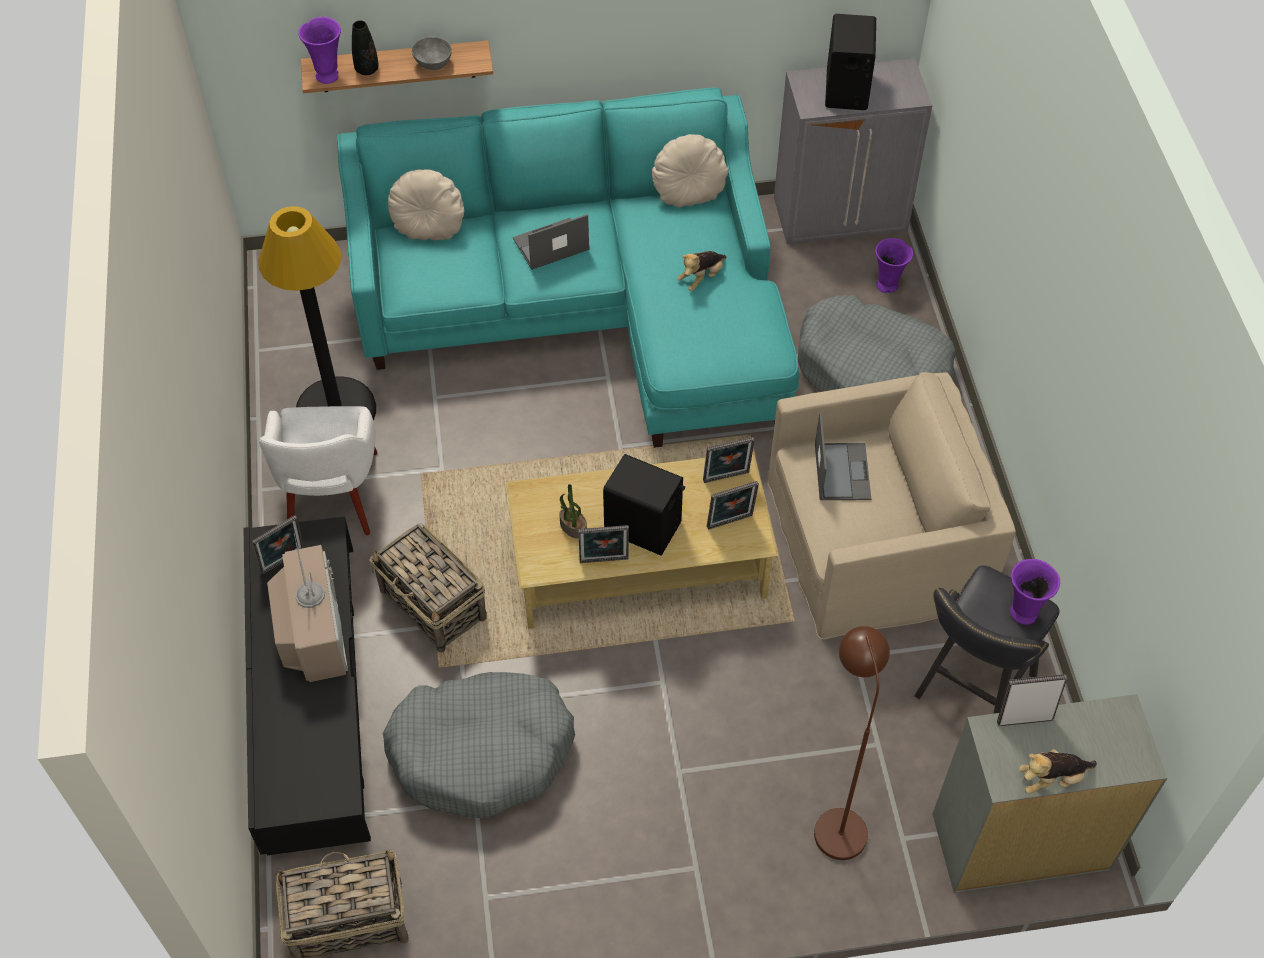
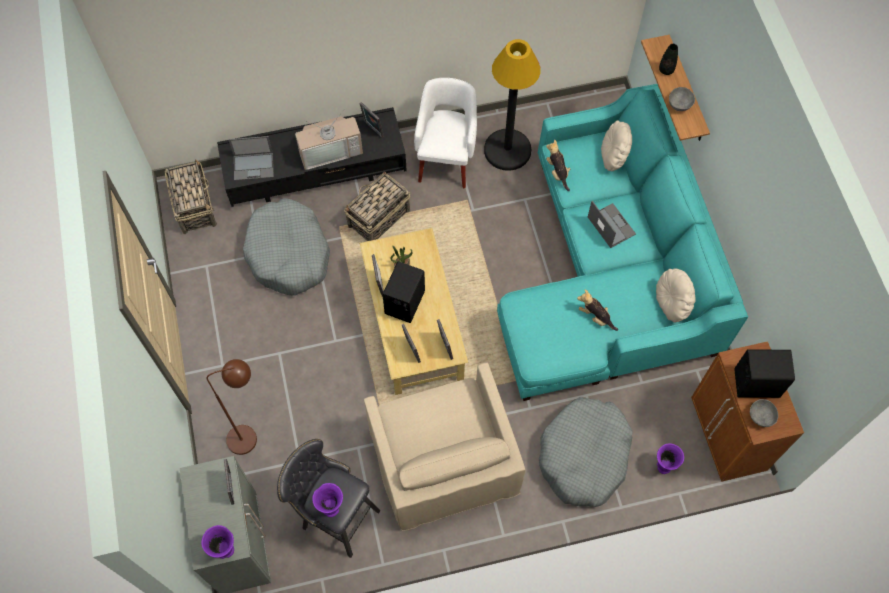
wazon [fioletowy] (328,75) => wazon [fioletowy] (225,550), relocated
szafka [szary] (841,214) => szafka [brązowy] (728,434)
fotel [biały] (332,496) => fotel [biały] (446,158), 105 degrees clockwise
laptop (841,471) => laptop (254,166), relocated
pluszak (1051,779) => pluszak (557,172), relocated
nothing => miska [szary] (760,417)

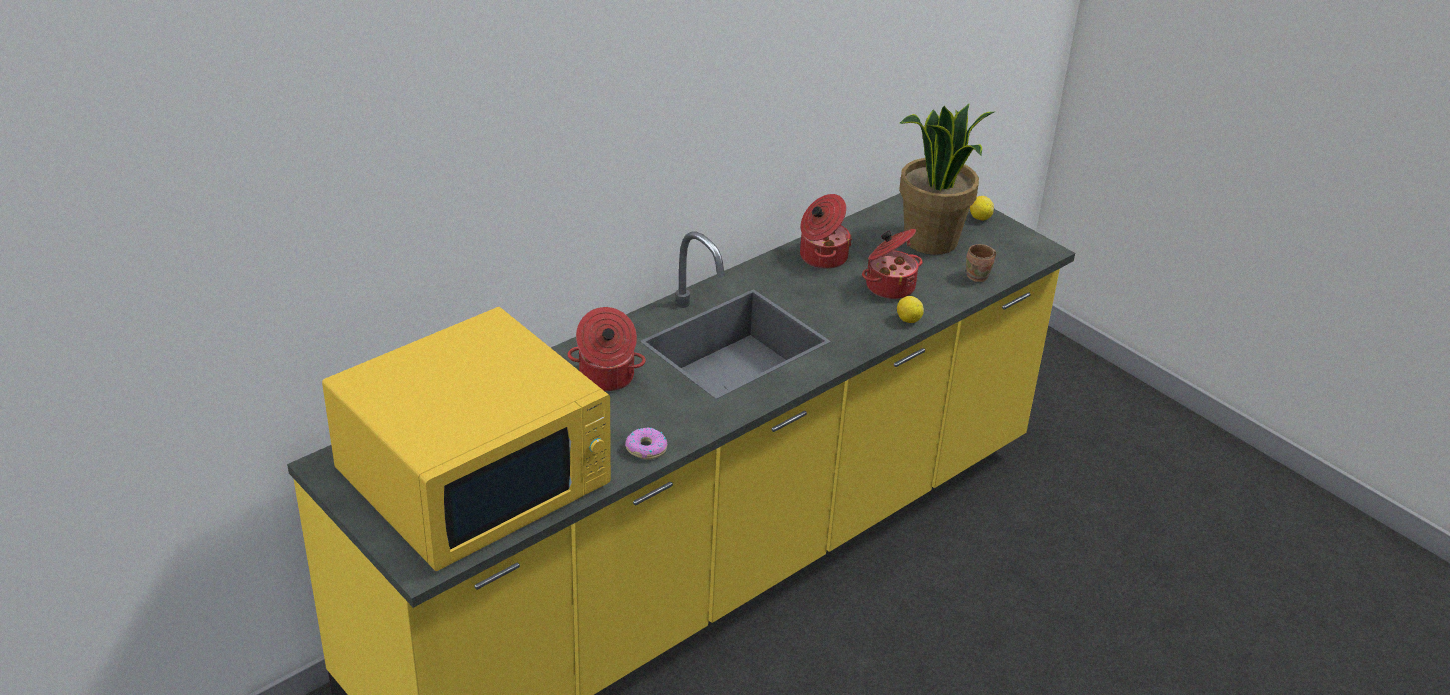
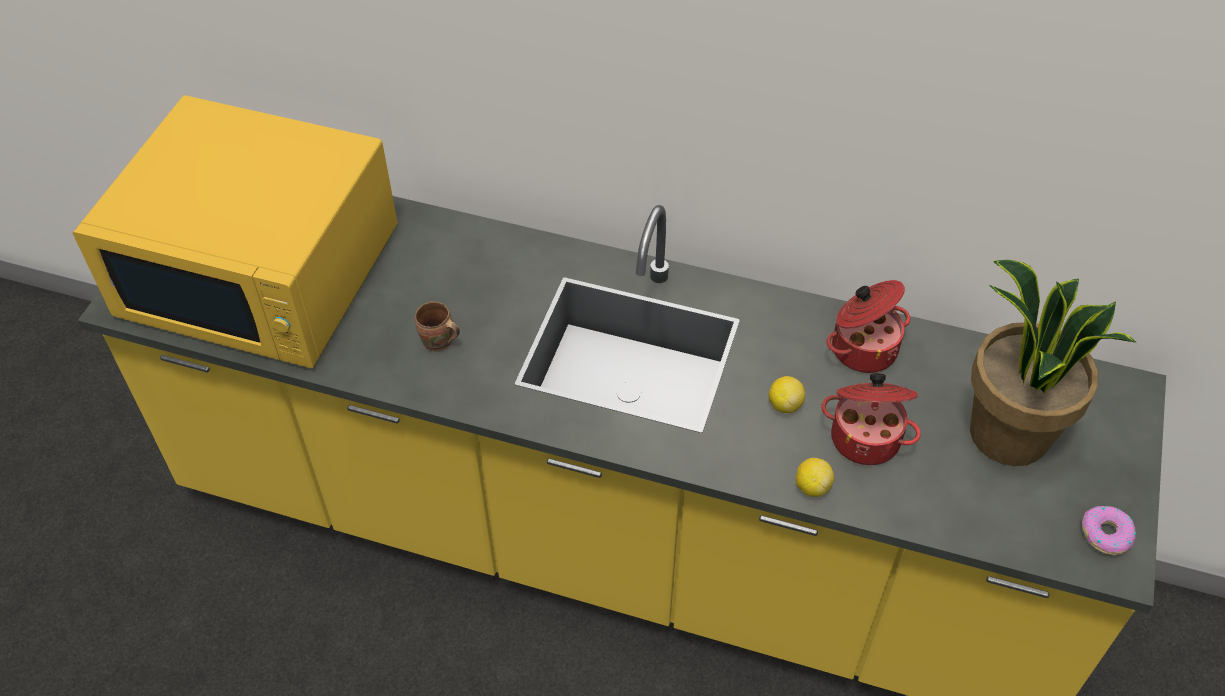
cytryna (980,218) => cytryna (784,404), relocated
kubek [brązowy] (979,277) => kubek [brązowy] (438,343), relocated
garnek (606,378) => nothing
donut (646,448) => donut (1106,534), relocated

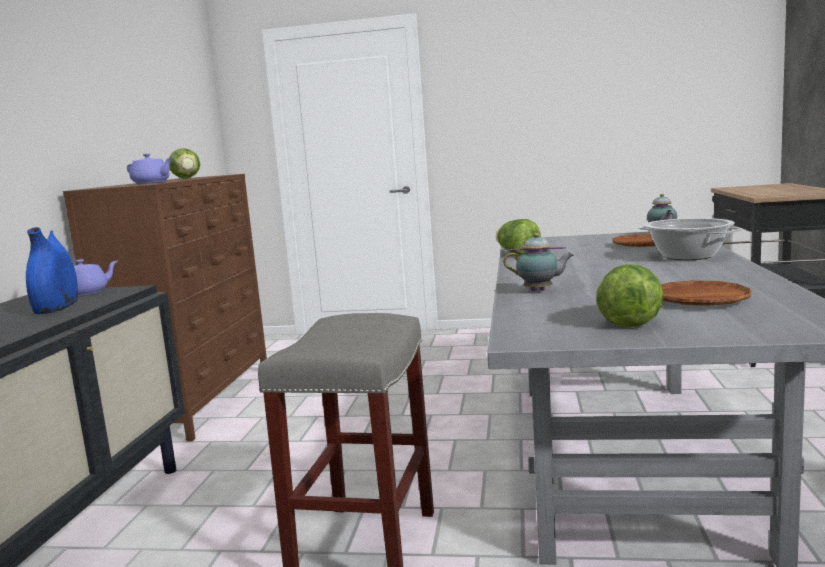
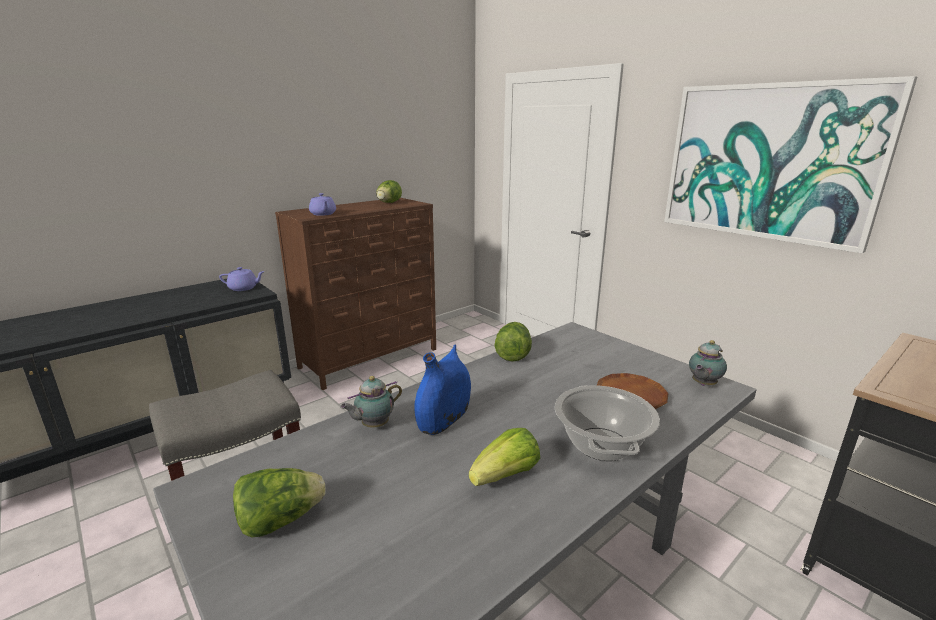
wazon [niebieski] (57,308) => wazon [niebieski] (444,419), relocated
imbryk (540,291) => imbryk (373,425), 90 degrees clockwise
talerz [brązowy] (700,300) => nothing
nothing => obraz (769,162)
nothing => sałata (506,476)

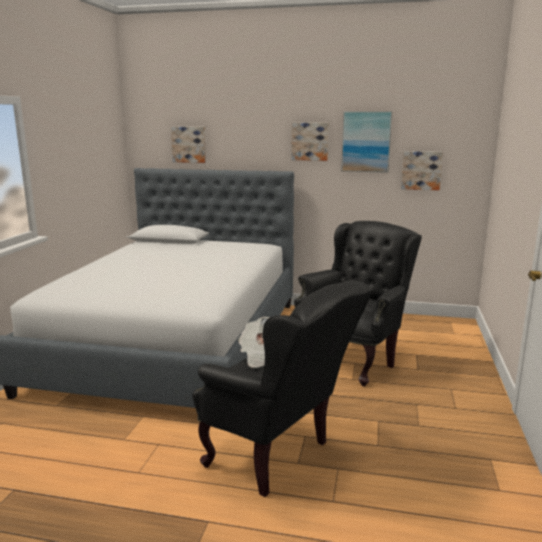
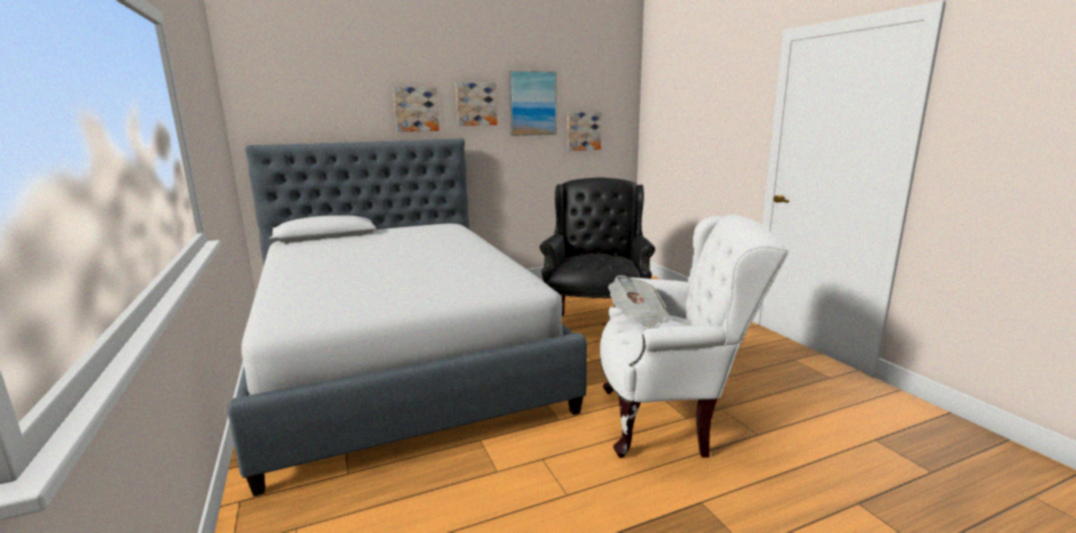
obraz (189,144) => obraz (415,109), relocated
fotel [czarny] (280,459) => fotel [biały] (669,421)

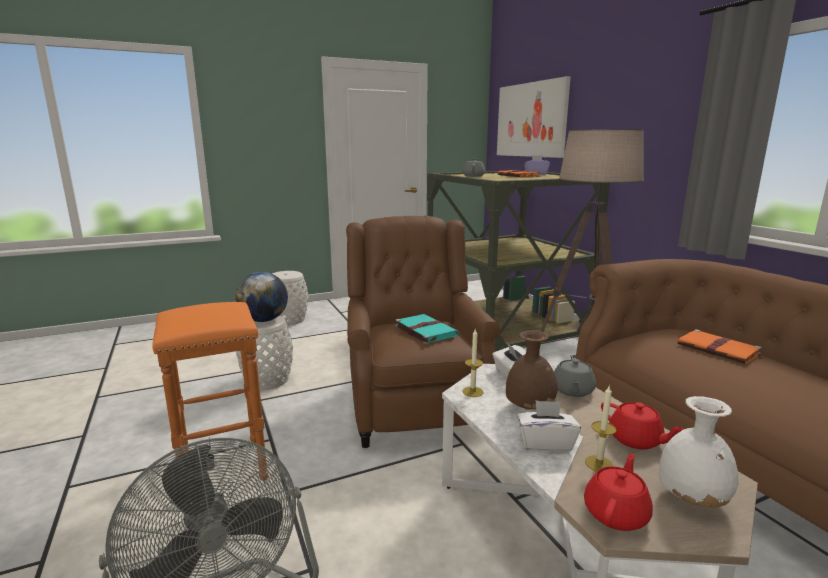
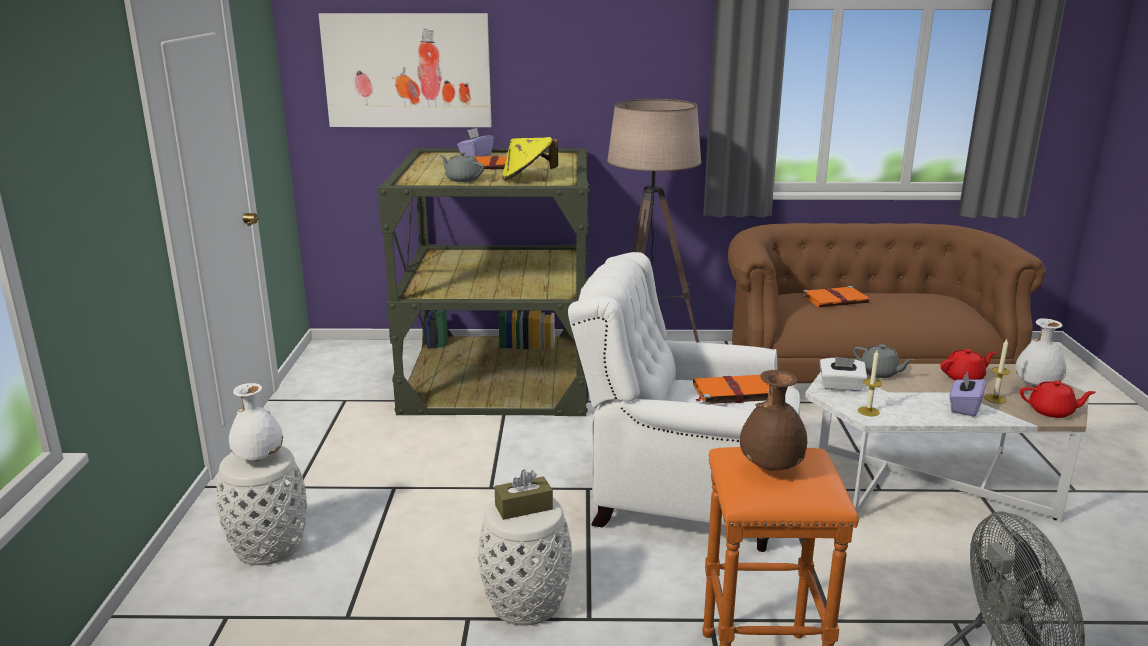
fotel [brązowy] (414,405) => fotel [biały] (685,496)
globus (264,320) => pudełko chusteczek [brązowy] (523,507)
książka [turkusowy] (425,330) => książka [pomarańczowy] (731,392)
wazon [brązowy] (530,407) => wazon [brązowy] (770,467), relocated
pudełko chusteczek [biały] (545,443) => pudełko chusteczek [fioletowy] (964,407)
imbryk [czerwony] (616,513) => imbryk [czerwony] (1052,411), 135 degrees clockwise
nothing => kapelusz [żółty] (528,178)
nothing => wazon [biały] (258,458)

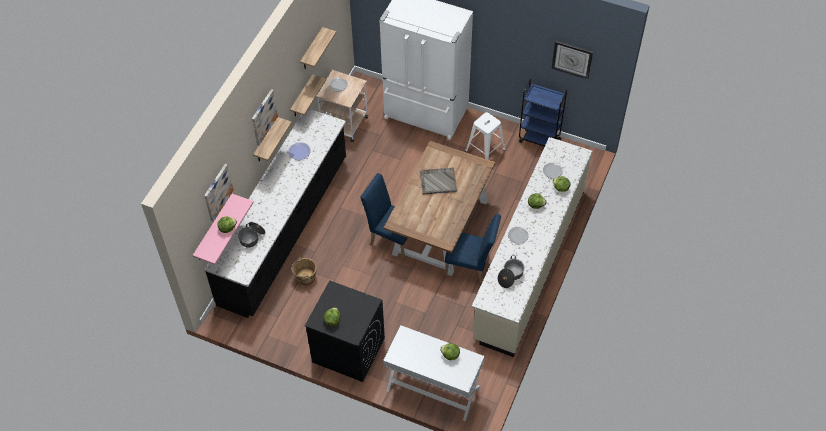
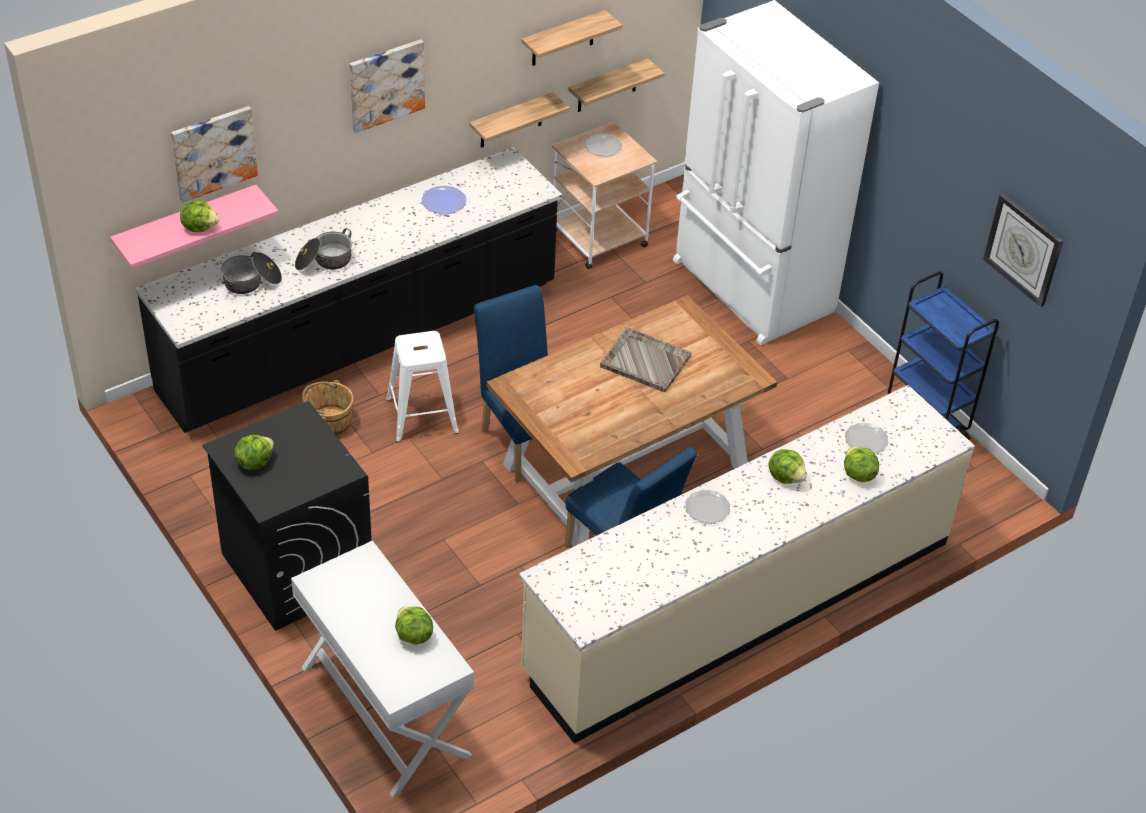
stołek [biały] (485,149) => stołek [biały] (422,415), relocated
półka (266,141) => półka (607,86), relocated
garnek (510,276) => garnek (324,261), relocated

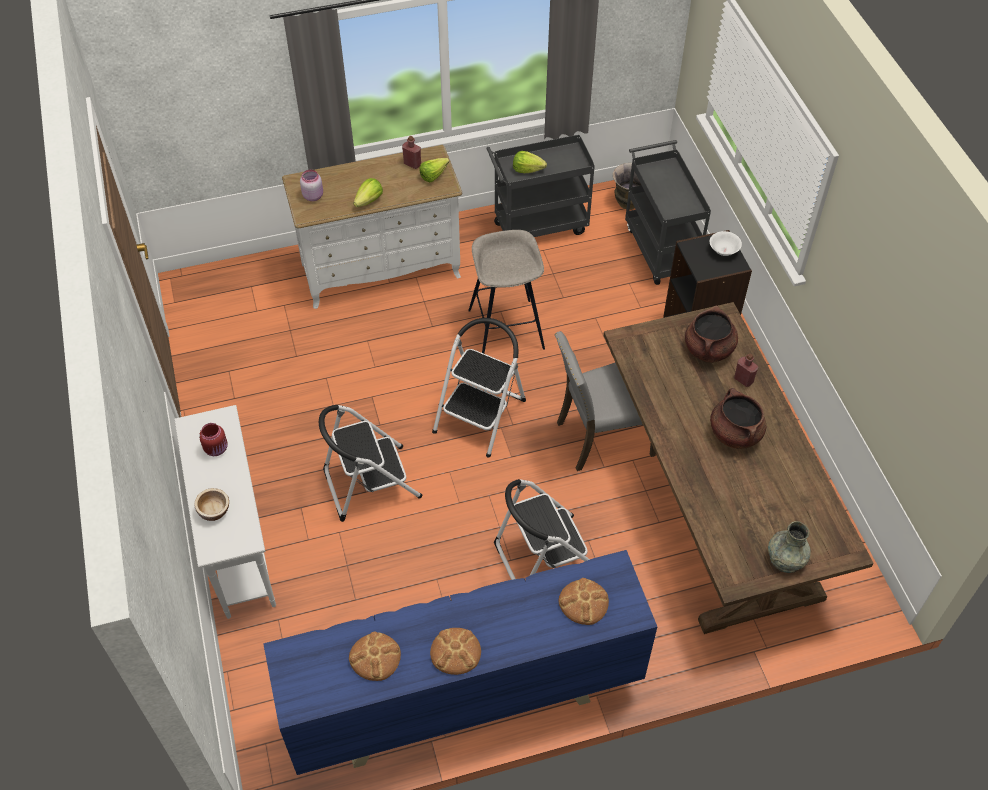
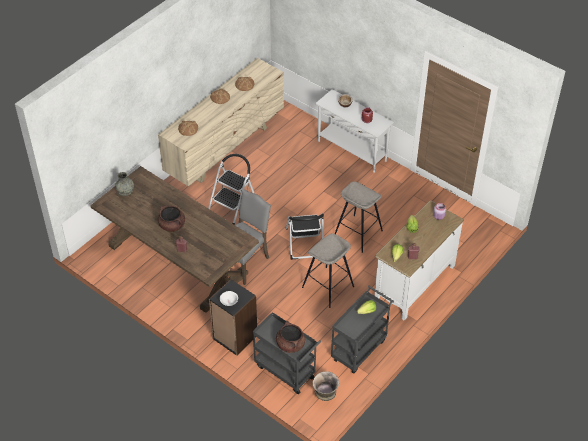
garnek [brązowy] (708,349) => garnek [brązowy] (290,344), relocated
drabinka (368,483) => nothing
szafka [niebieski] (463,703) => szafka [beżowy] (225,149)
nothing => stołek [szary] (357,233)

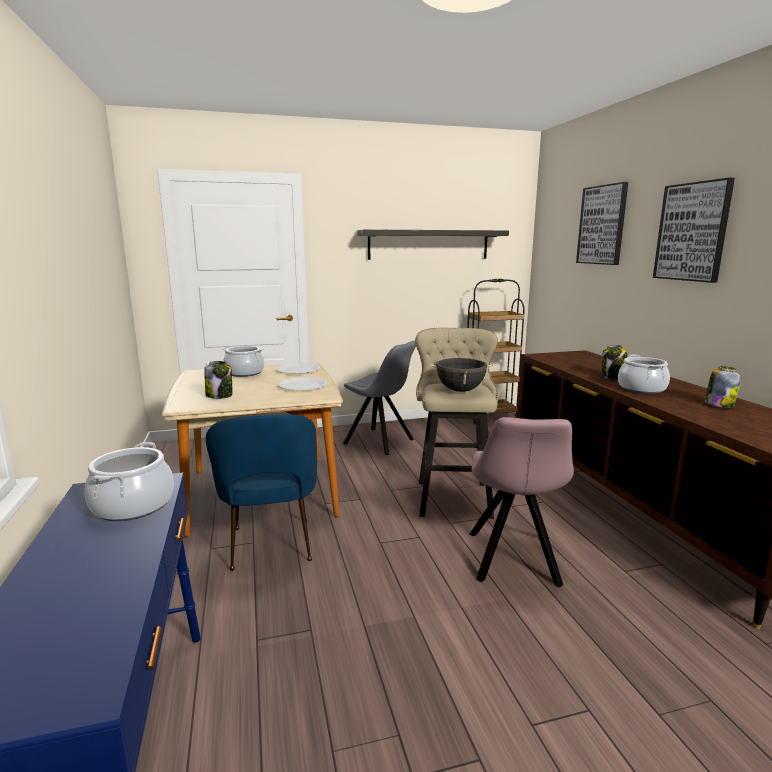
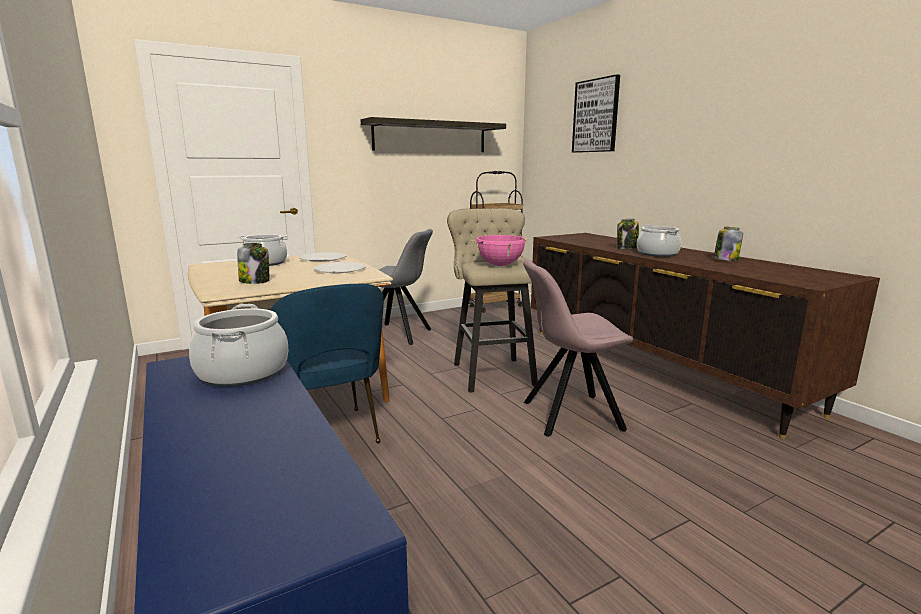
obraz (692,232) => nothing
garnek [czarny] (460,390) => garnek [różowy] (500,265)
krzesło [różowy] (513,559) => krzesło [różowy] (571,415), 90 degrees clockwise

